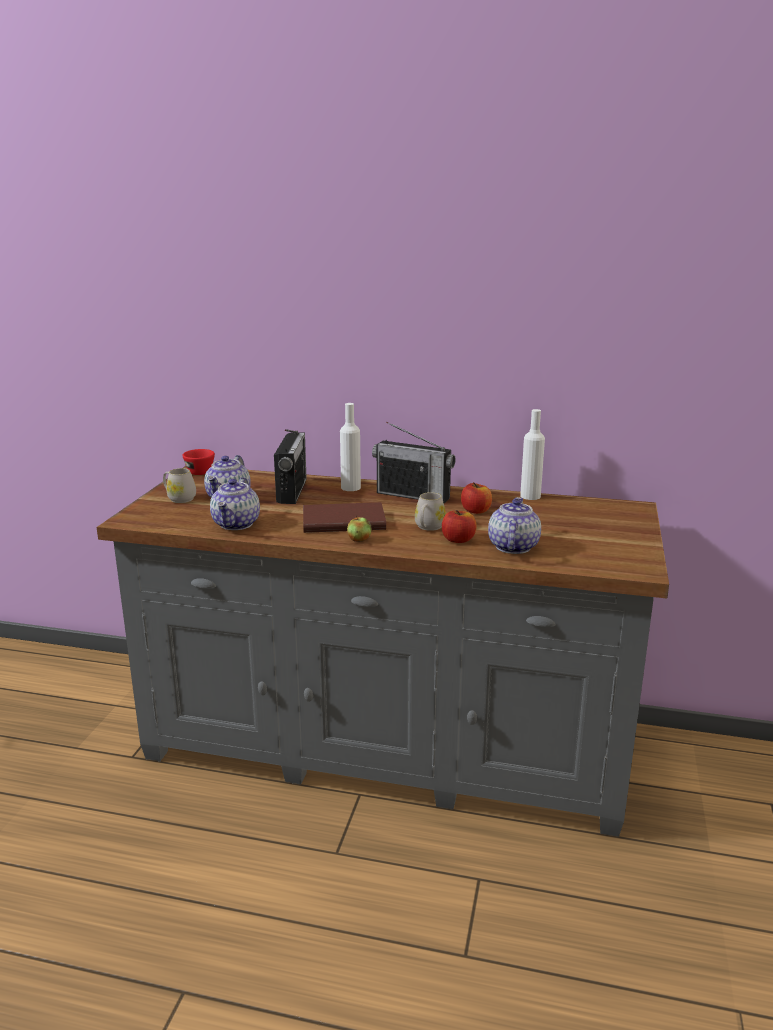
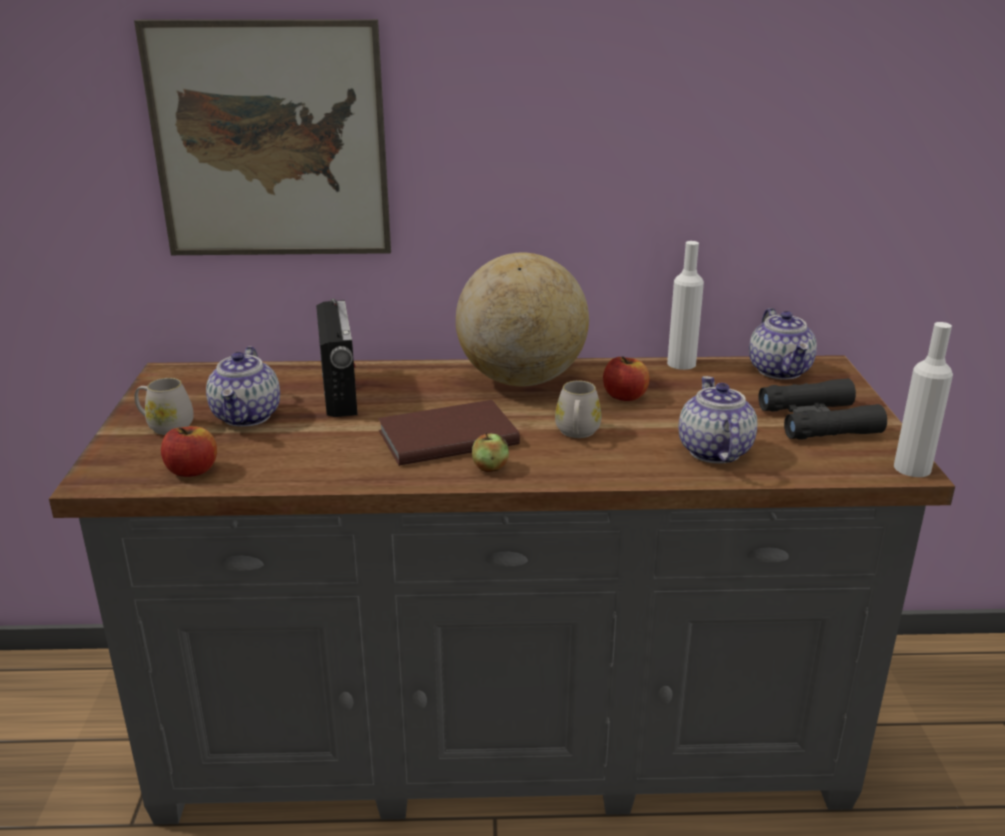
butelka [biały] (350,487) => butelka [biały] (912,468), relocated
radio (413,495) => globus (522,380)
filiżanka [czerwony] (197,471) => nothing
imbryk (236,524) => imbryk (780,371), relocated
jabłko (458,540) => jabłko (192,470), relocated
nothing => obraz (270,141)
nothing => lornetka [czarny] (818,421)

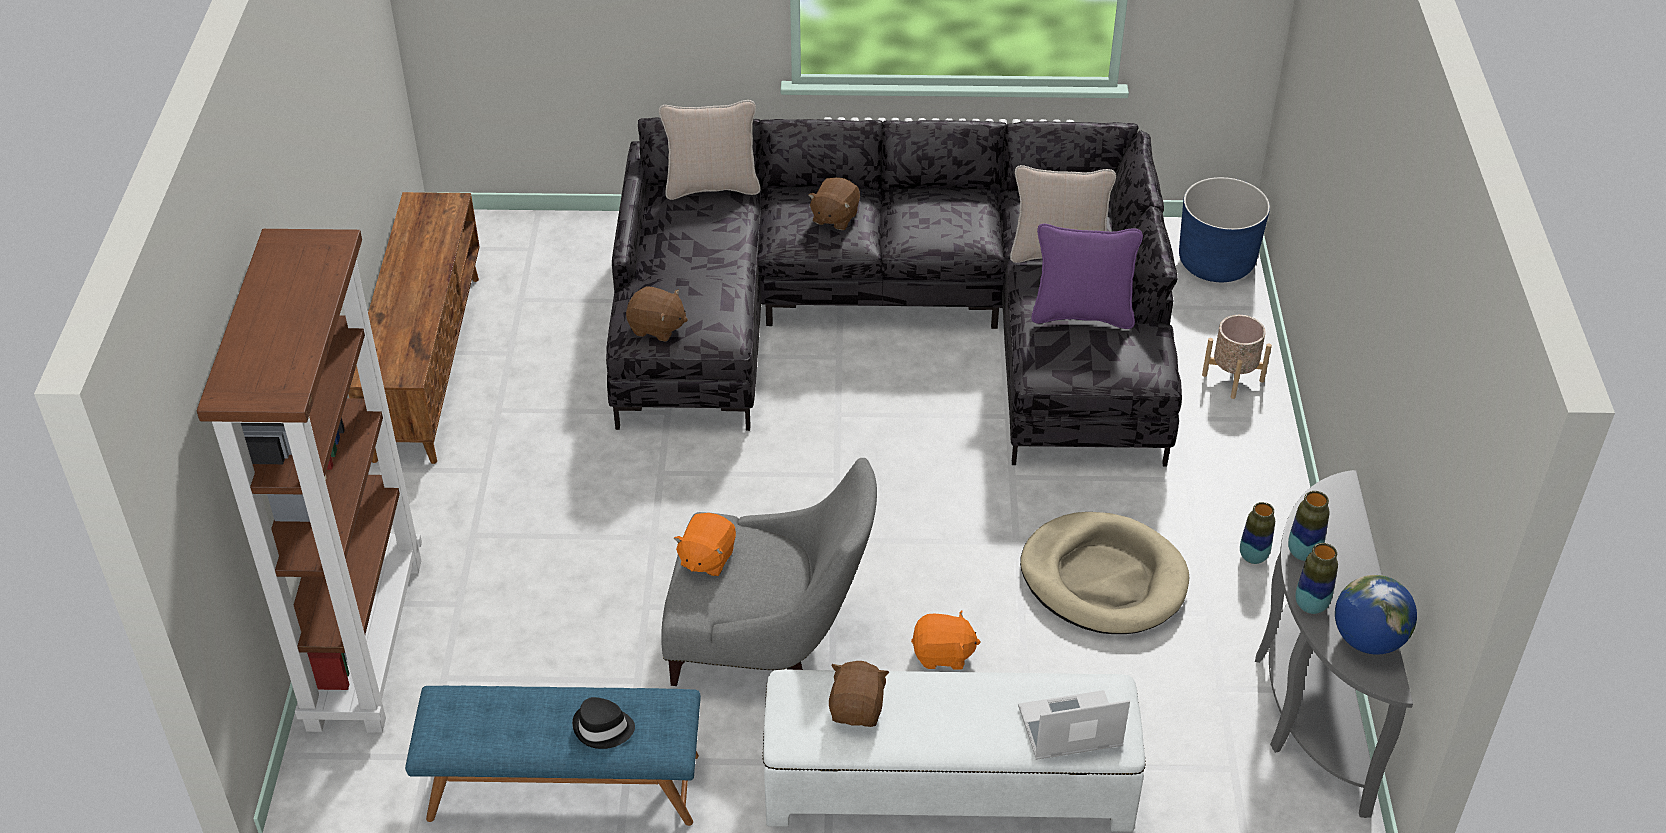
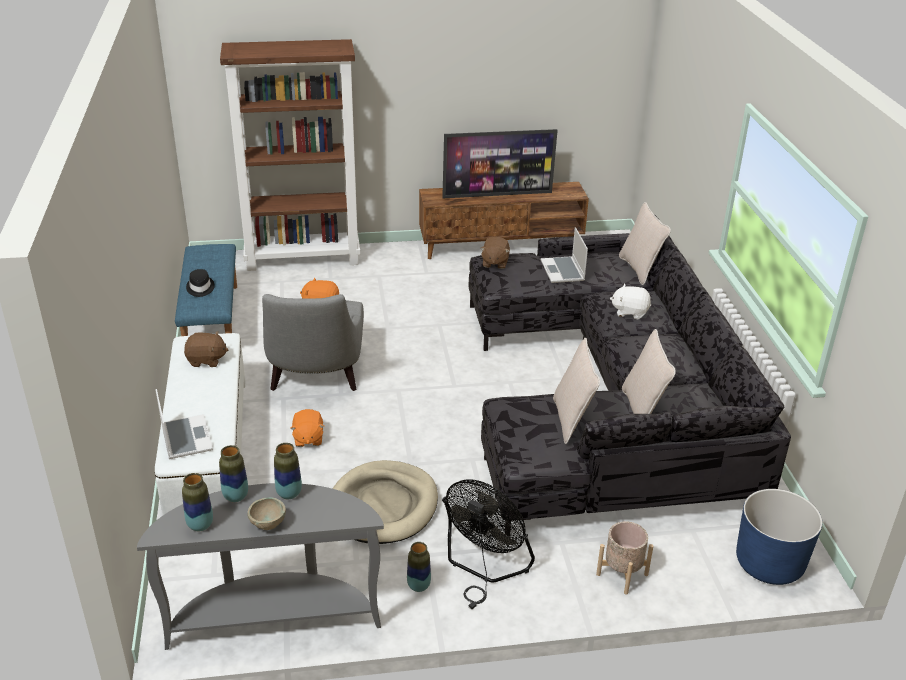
pluszak [brązowy] (834,217) => pluszak [biały] (630,312)
poduszka [fioletowy] (1082,314) => poduszka [beżowy] (572,420)
globus (1368,640) => wazon (200,525)
nothing => telewizor (497,195)
nothing => laptop (563,271)
nothing => wentylator [czarny] (480,566)
nothing => miska [beżowy] (268,524)

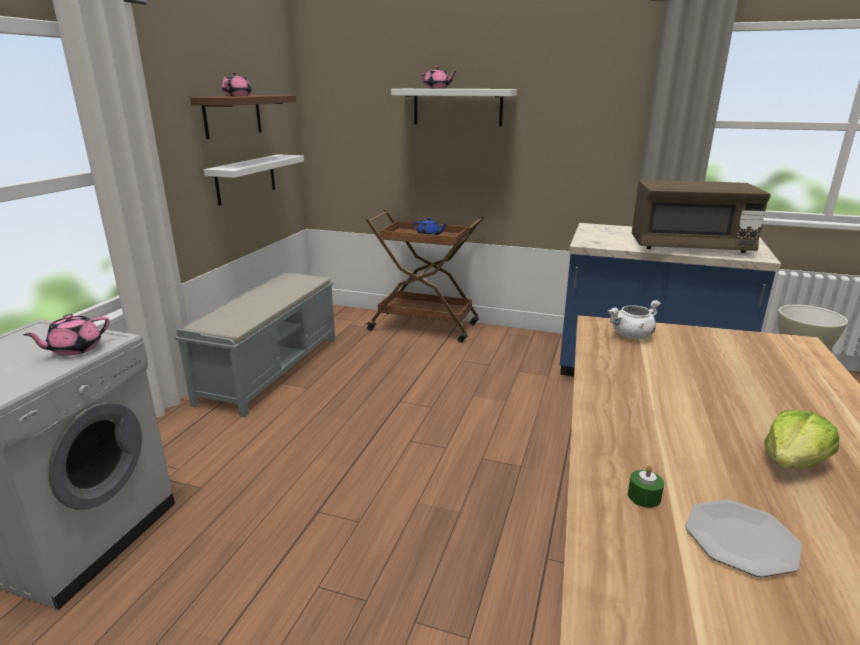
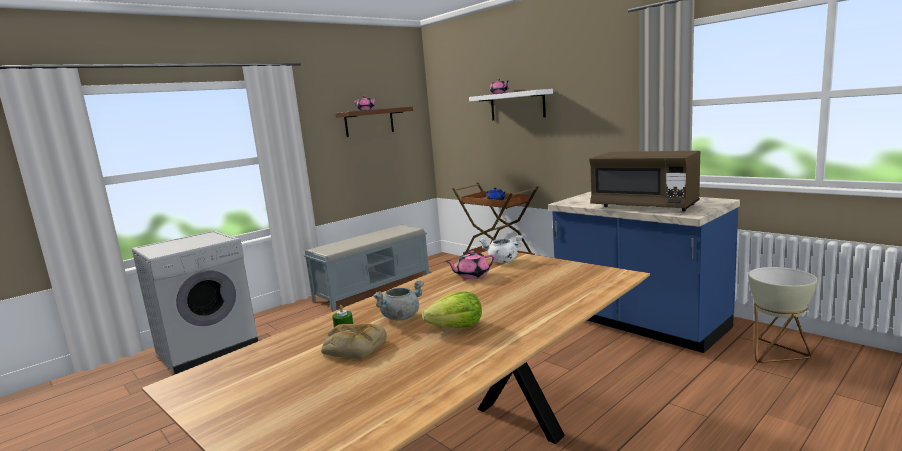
półka [biały] (246,179) => nothing
imbryk [różowy] (75,349) => imbryk [różowy] (472,275), relocated
talerz (741,539) => chleb (353,347)
nothing => garnek [szary] (401,317)

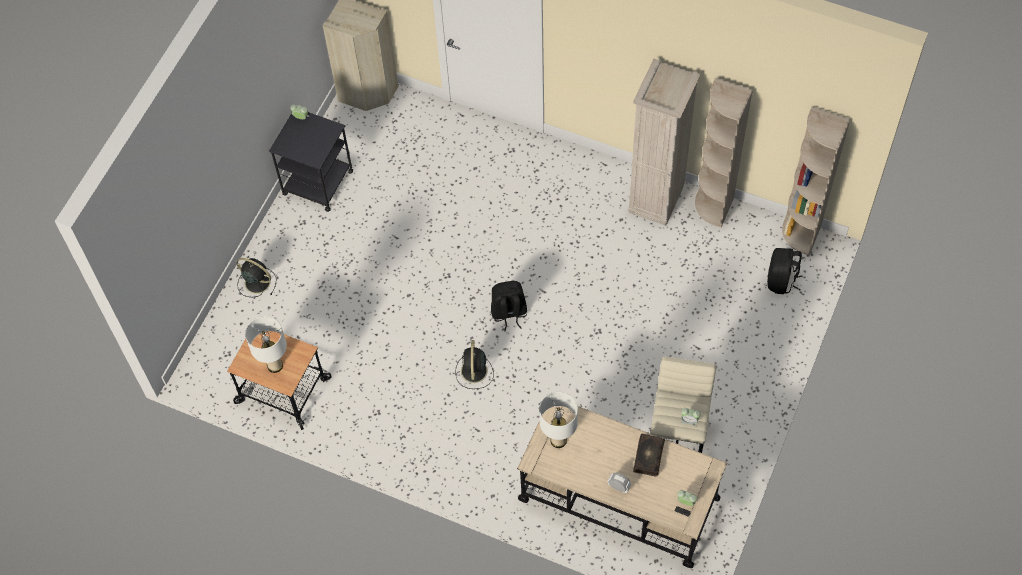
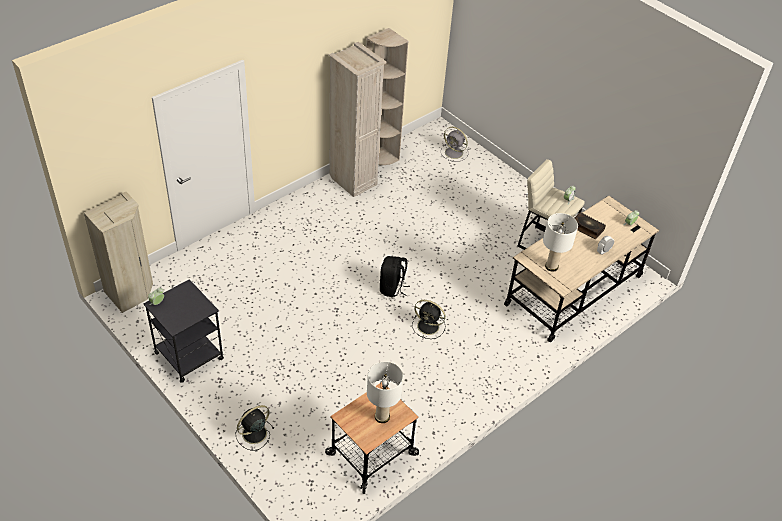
regał [beżowy] (799,237) => nothing
plecak [czarny] (781,281) => wentylator [szary] (454,153)

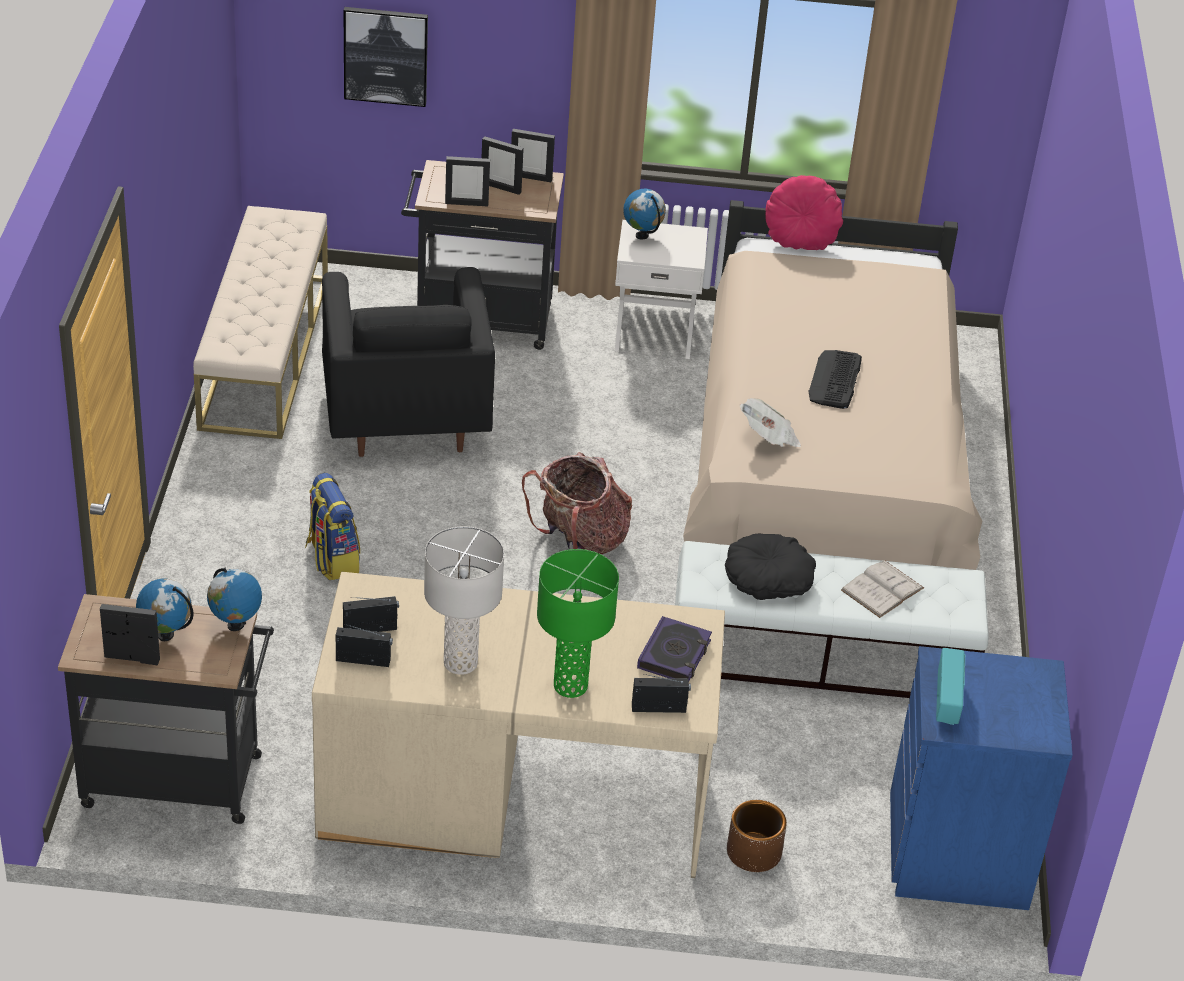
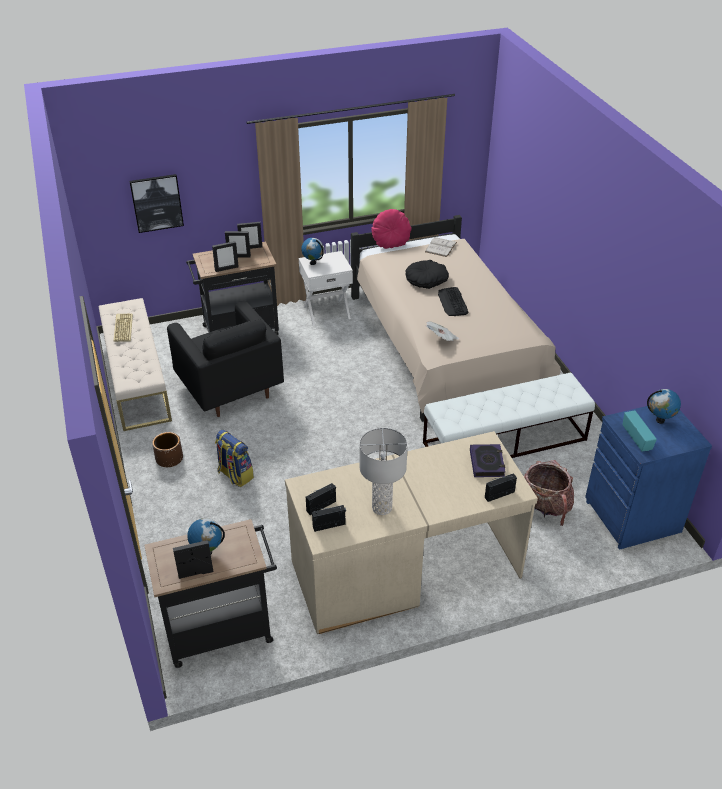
plecak (580,540) => plecak (544,509), relocated
poduszka [czarny] (768,576) => poduszka [czarny] (425,279), relocated
lampa stołowa [zielony] (570,685) => nothing
książka [biały] (882,589) => książka [biały] (441,247), relocated
globus (235,625) => globus (660,420), relocated
donica [brązowy] (753,853) => donica [brązowy] (169,458), relocated
nothing => klawiatura (122,328)

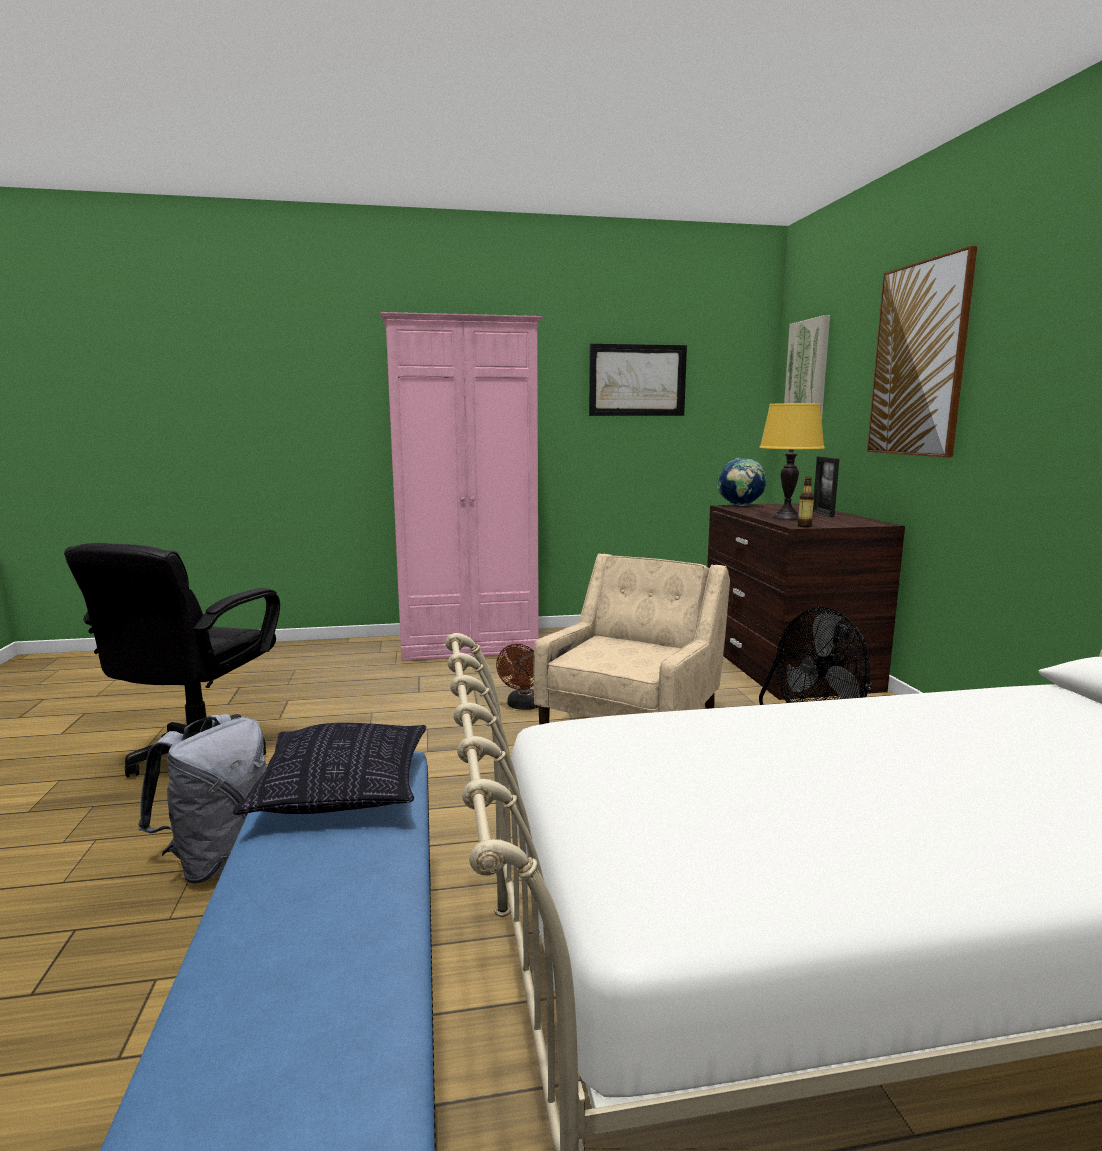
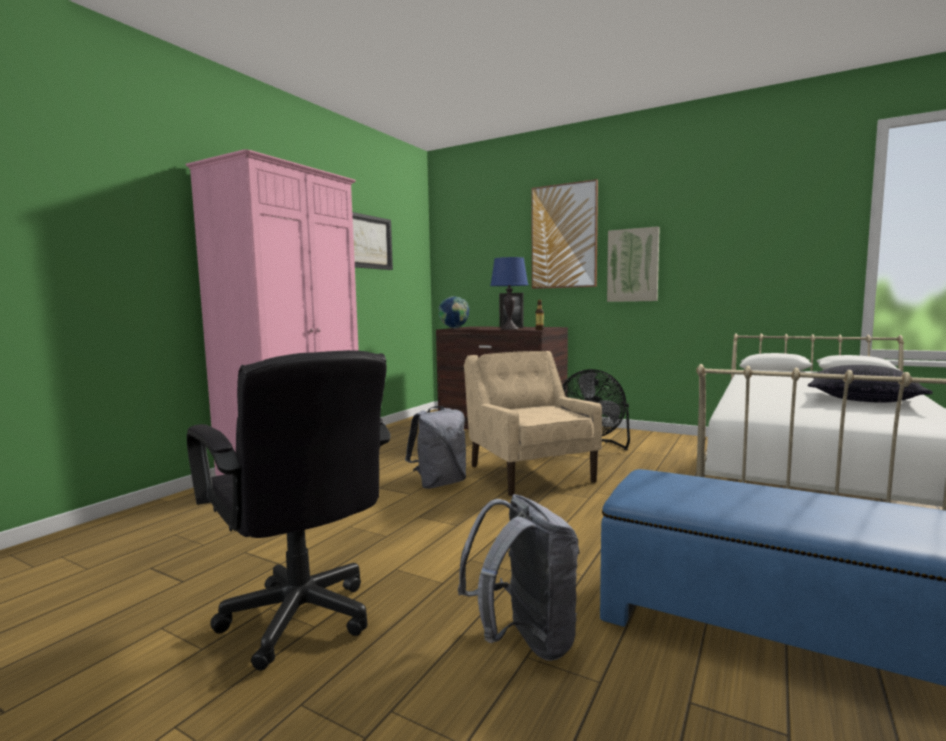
obraz (808,370) => obraz (633,265), relocated
lampa stołowa [żółty] (786,518) => lampa stołowa [niebieski] (509,329)
wentylator [brązowy] (523,706) => plecak [szary] (439,483)
poduszka (342,792) => poduszka (862,399), relocated

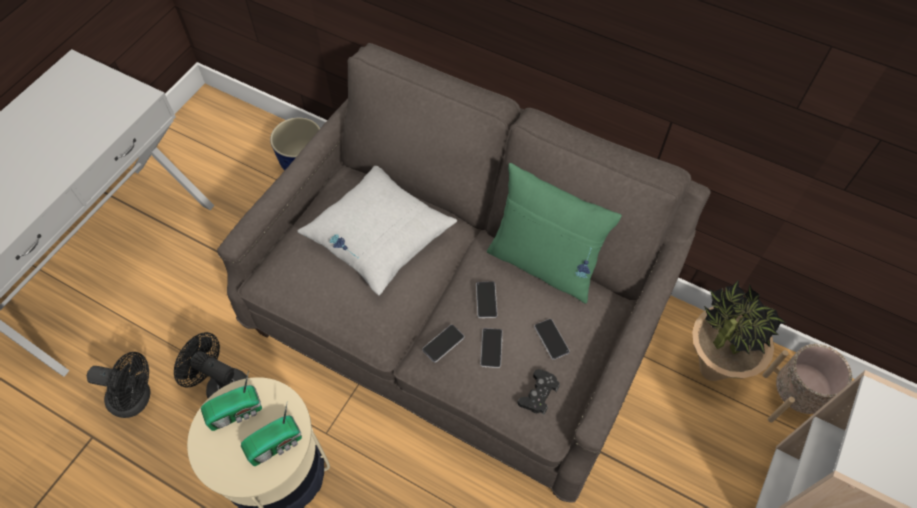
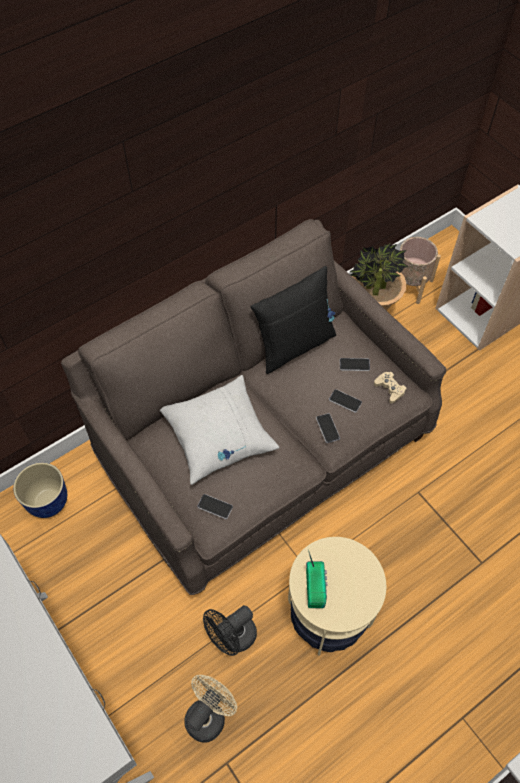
poduszka [zielony] (543,264) => poduszka [czarny] (294,346)
telefon (486,300) => telefon (215,506), relocated
wentylator [czarny] (136,399) => wentylator [beżowy] (209,714)
pad do gier [czarny] (538,394) => pad do gier [beżowy] (389,389)
radio (276,444) => nothing

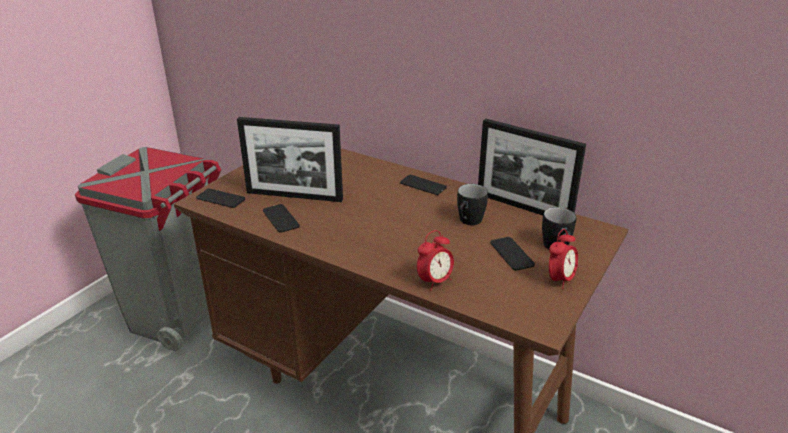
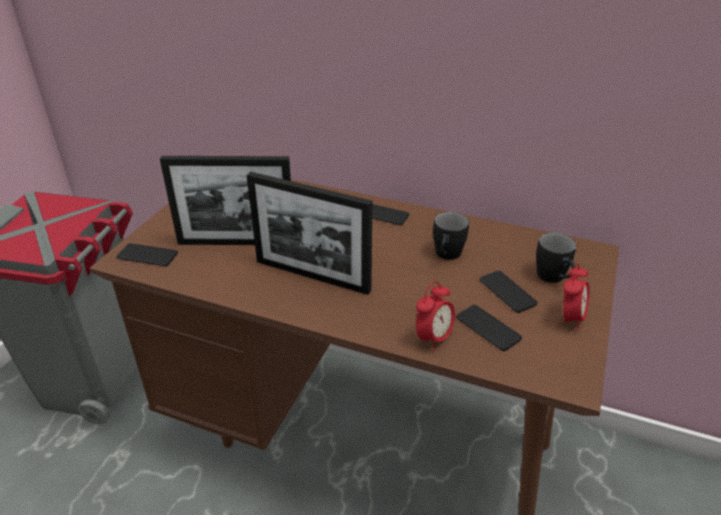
ramka na zdjęcie (523,207) => ramka na zdjęcie (312,276), relocated
telefon (280,219) => telefon (488,328), relocated

